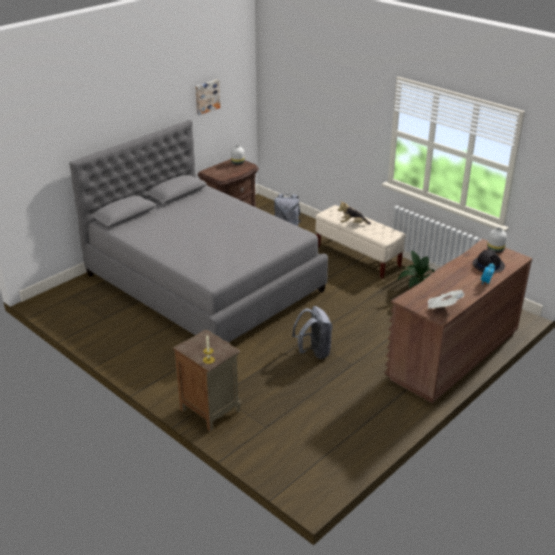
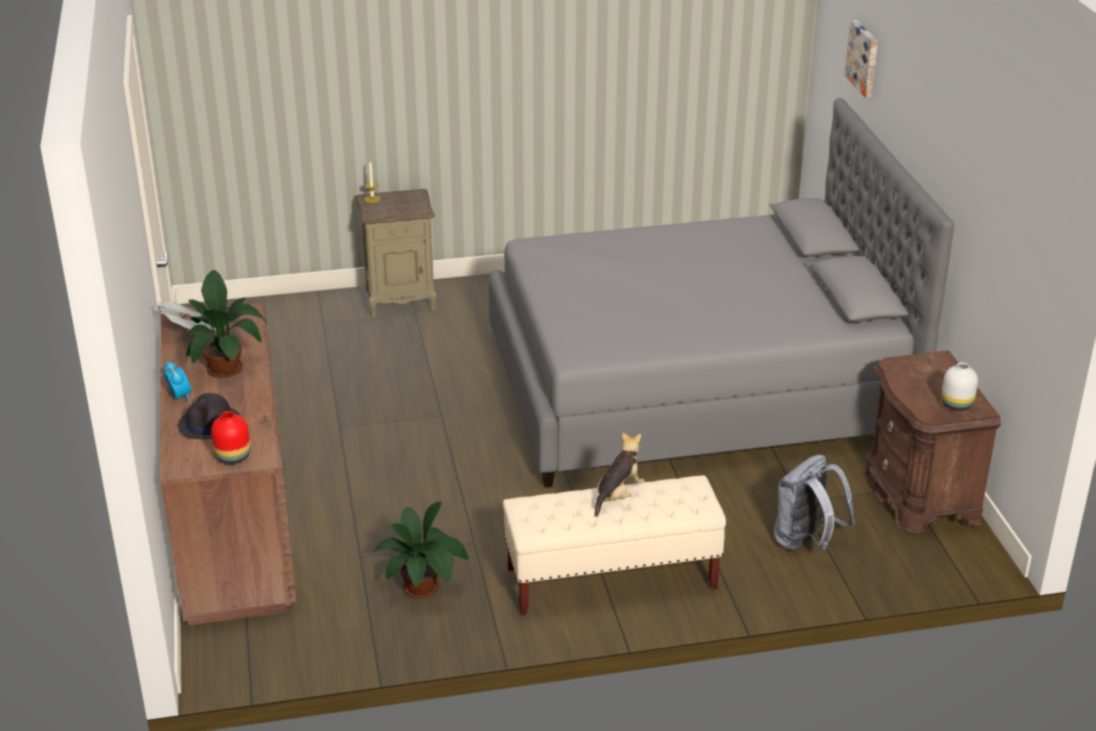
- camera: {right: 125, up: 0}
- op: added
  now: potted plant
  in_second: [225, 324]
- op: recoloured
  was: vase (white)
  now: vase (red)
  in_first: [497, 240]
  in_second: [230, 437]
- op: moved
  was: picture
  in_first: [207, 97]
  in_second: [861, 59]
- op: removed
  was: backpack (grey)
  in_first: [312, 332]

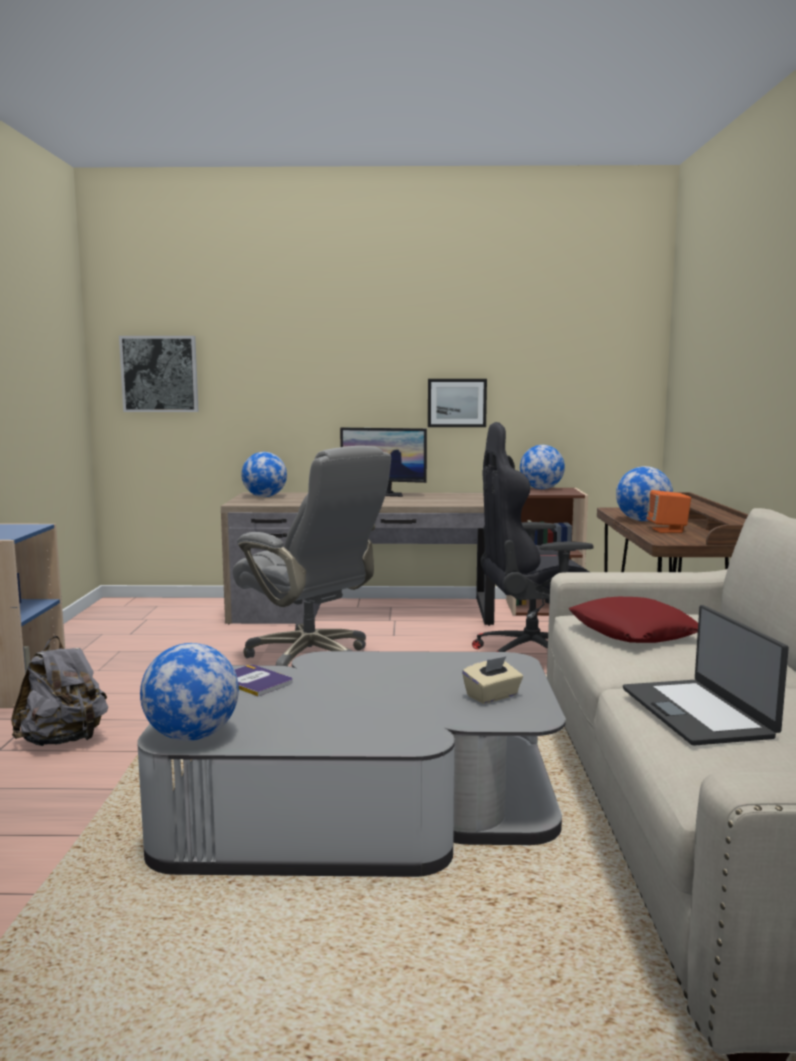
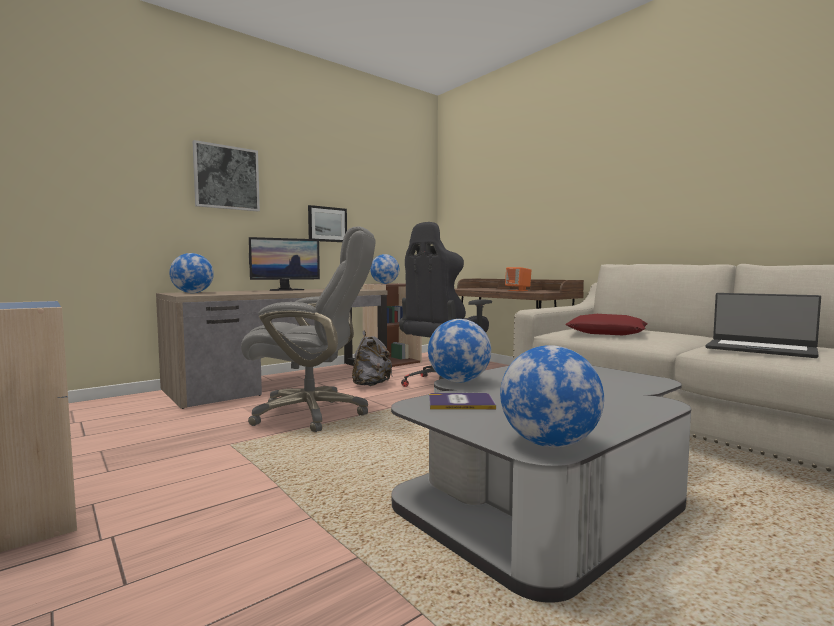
- camera: {right: -40, up: -5}
- op: moved
  was: picture
  in_first: [159, 374]
  in_second: [226, 176]
- op: moved
  was: backpack (grey)
  in_first: [59, 691]
  in_second: [372, 358]
- op: moved
  was: globe
  in_first: [644, 493]
  in_second: [459, 351]
- op: removed
  was: tissue box (beige)
  in_first: [492, 680]

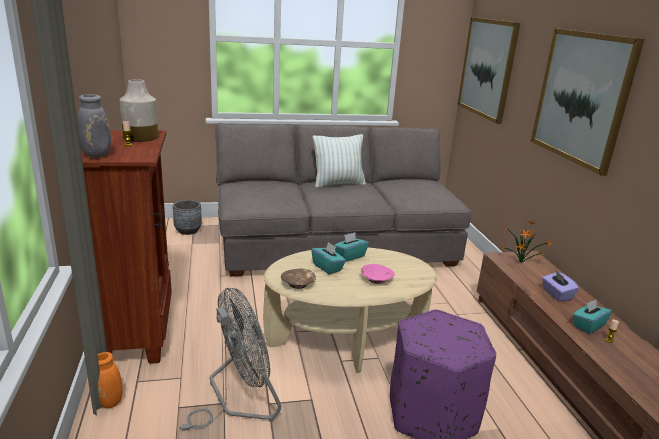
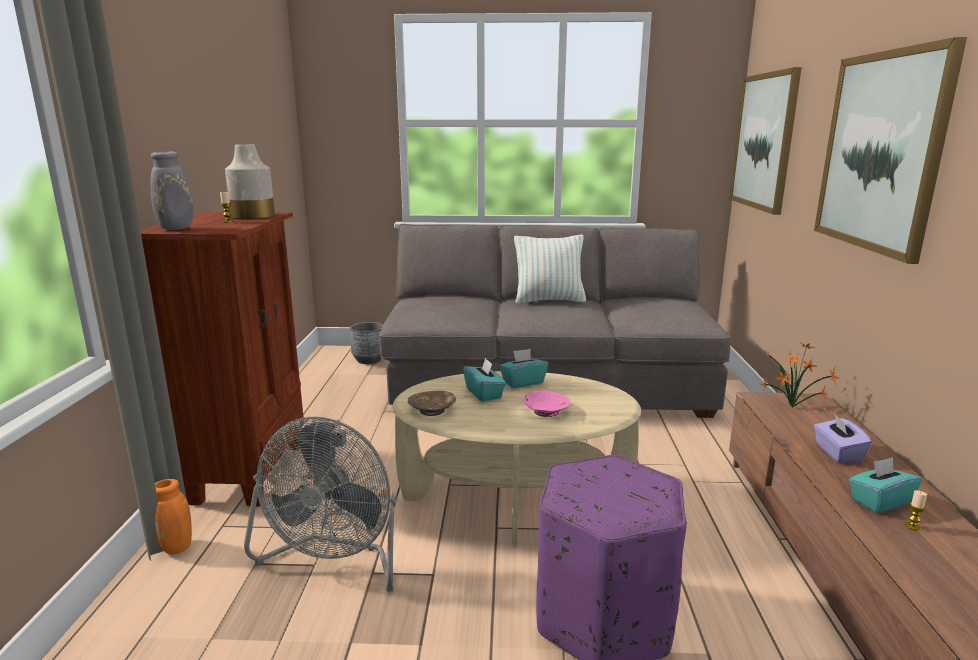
- camera: {right: 15, up: -5}
- op: turned
  was: fan (grey)
  in_first: [230, 359]
  in_second: [320, 504]
  clockwise: 120

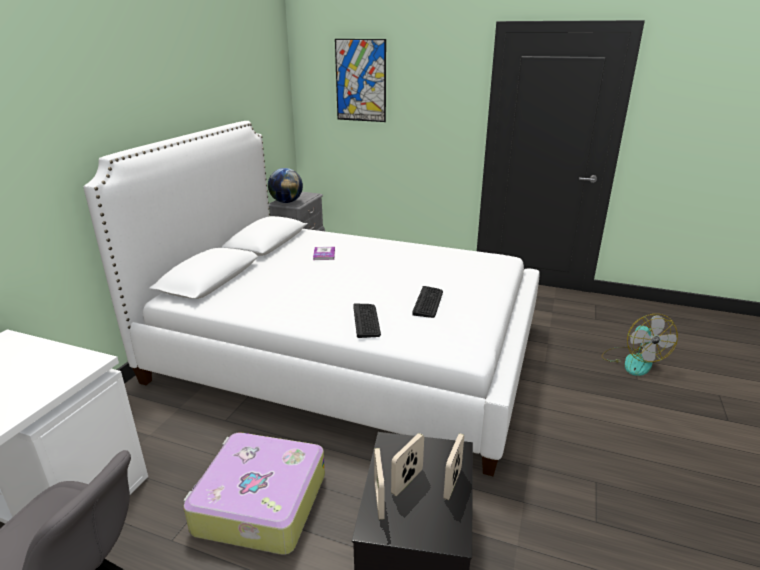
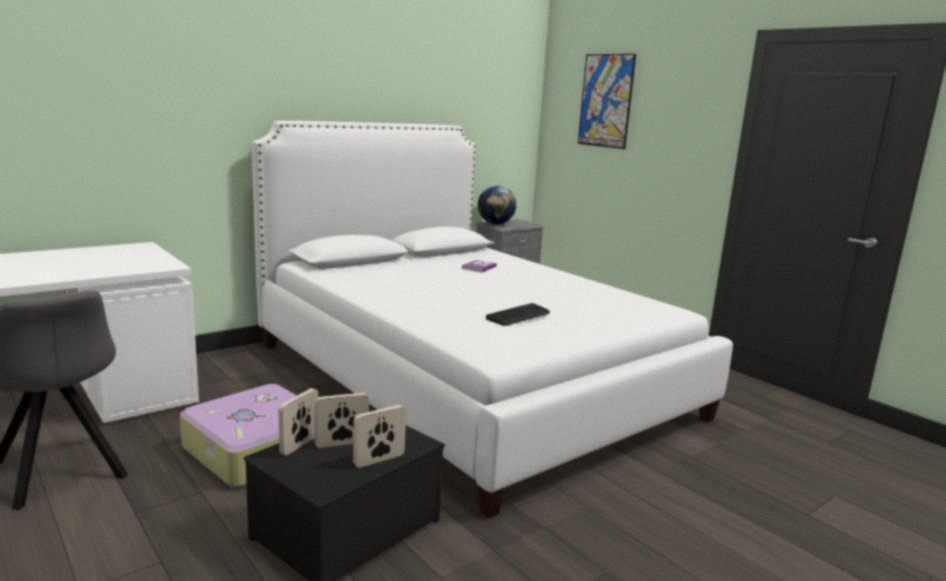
- camera: {right: 30, up: -10}
- op: removed
  was: keyboard
  in_first: [367, 321]
- op: removed
  was: fan
  in_first: [640, 345]

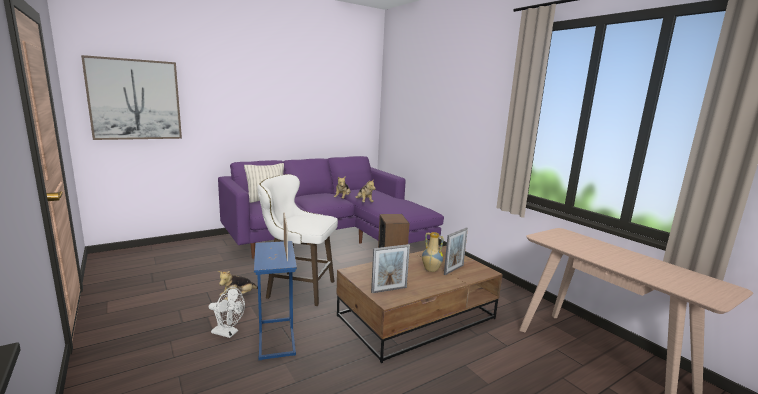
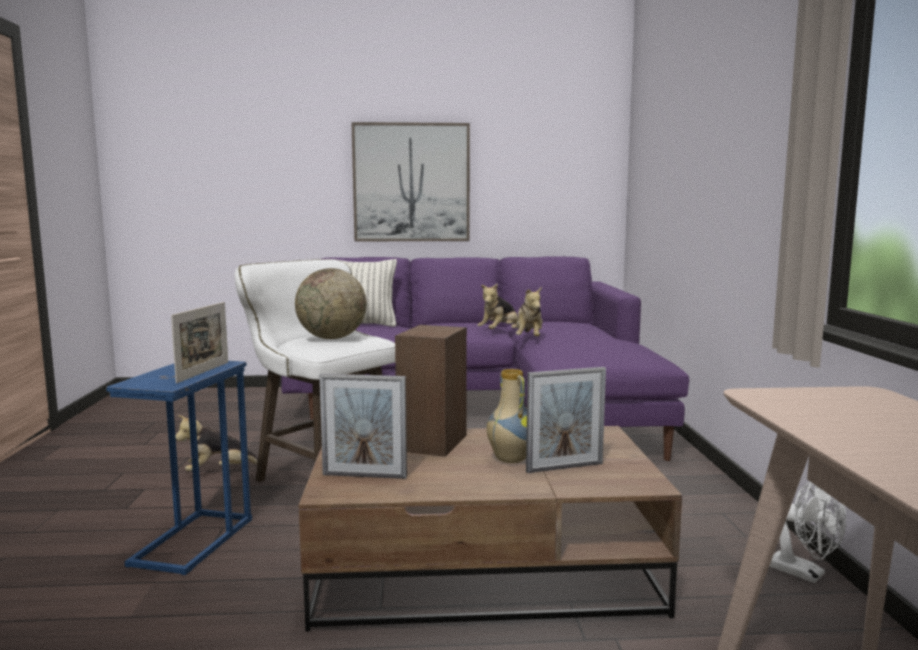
- camera: {right: 30, up: -5}
- op: added
  now: globe
  in_second: [331, 303]
- op: moved
  was: picture
  in_first: [131, 97]
  in_second: [410, 181]
- op: moved
  was: fan (white)
  in_first: [227, 312]
  in_second: [807, 532]

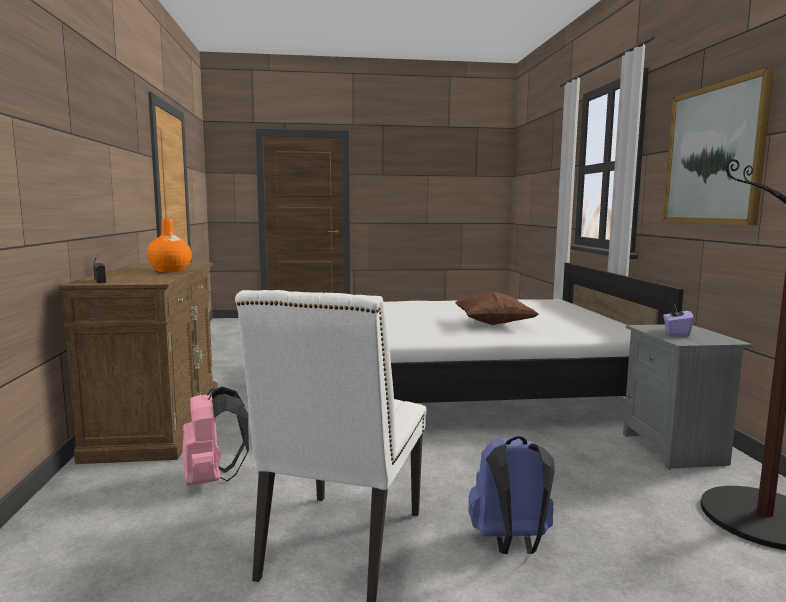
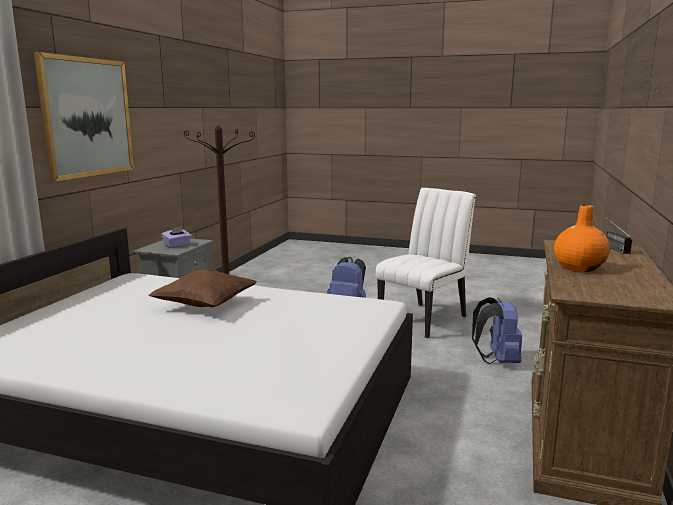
- camera: {right: -155, up: 5}
- op: recoloured
  was: backpack (pink)
  now: backpack (blue)
  in_first: [216, 436]
  in_second: [497, 330]

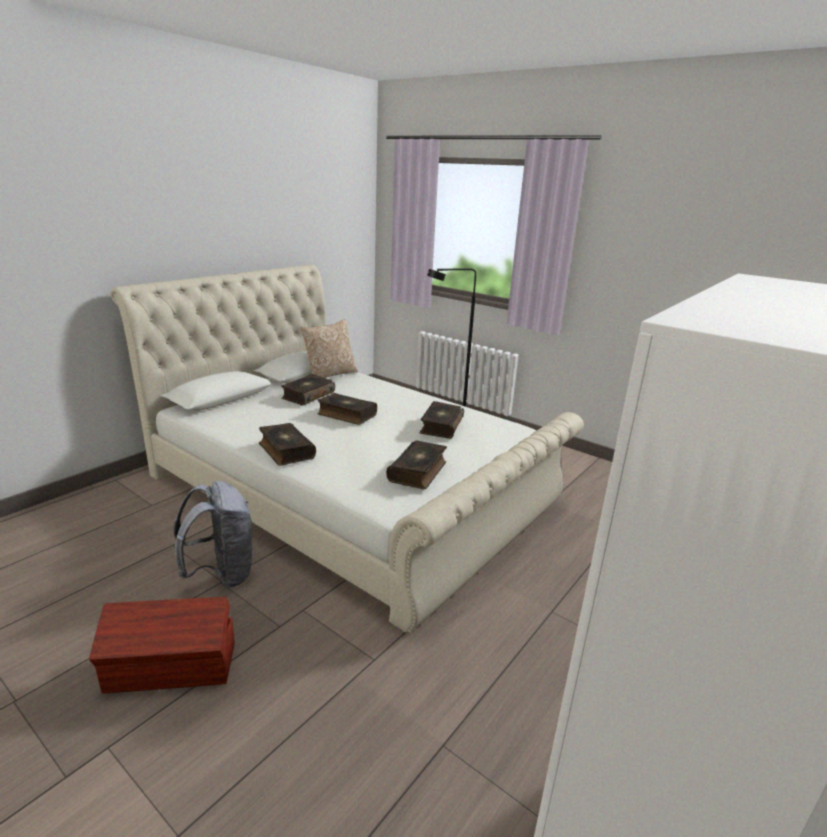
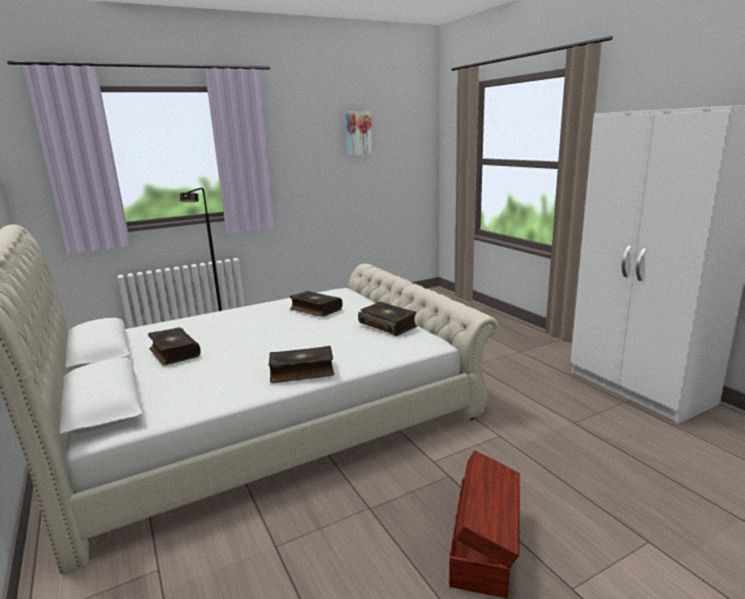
- camera: {right: -65, up: -5}
- op: added
  now: picture
  in_second: [359, 133]
- op: removed
  was: backpack (grey)
  in_first: [213, 533]
- op: removed
  was: pillow
  in_first: [329, 348]
- op: removed
  was: book
  in_first: [347, 409]

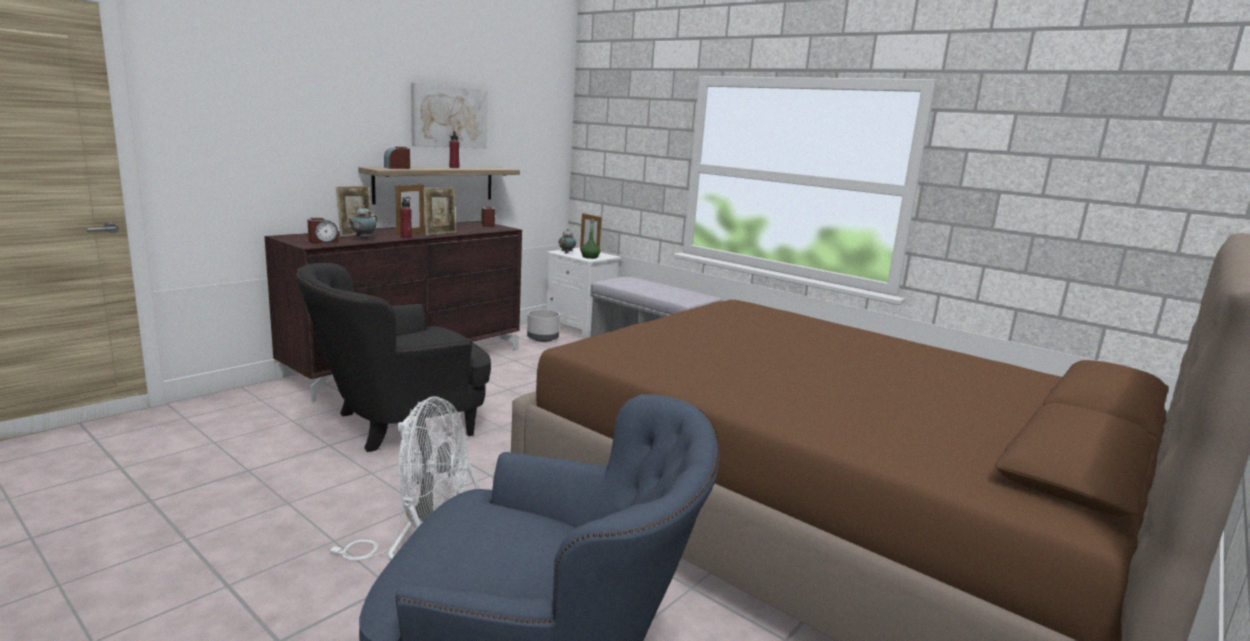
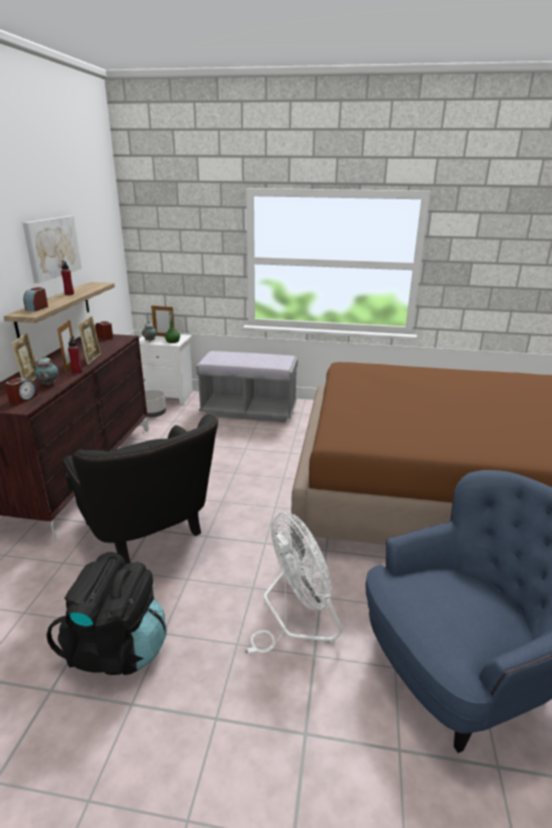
- camera: {right: -30, up: 10}
- op: added
  now: backpack (black)
  in_second: [107, 613]
- op: turned
  was: armchair (black)
  in_first: [393, 357]
  in_second: [140, 489]
  clockwise: -60

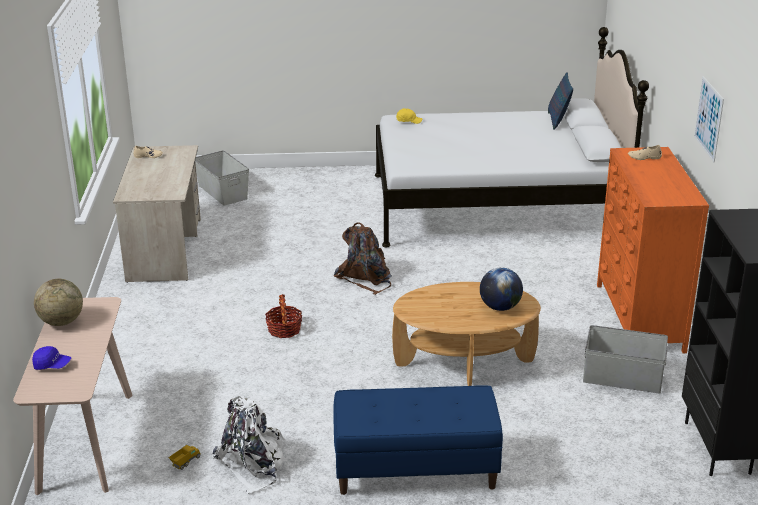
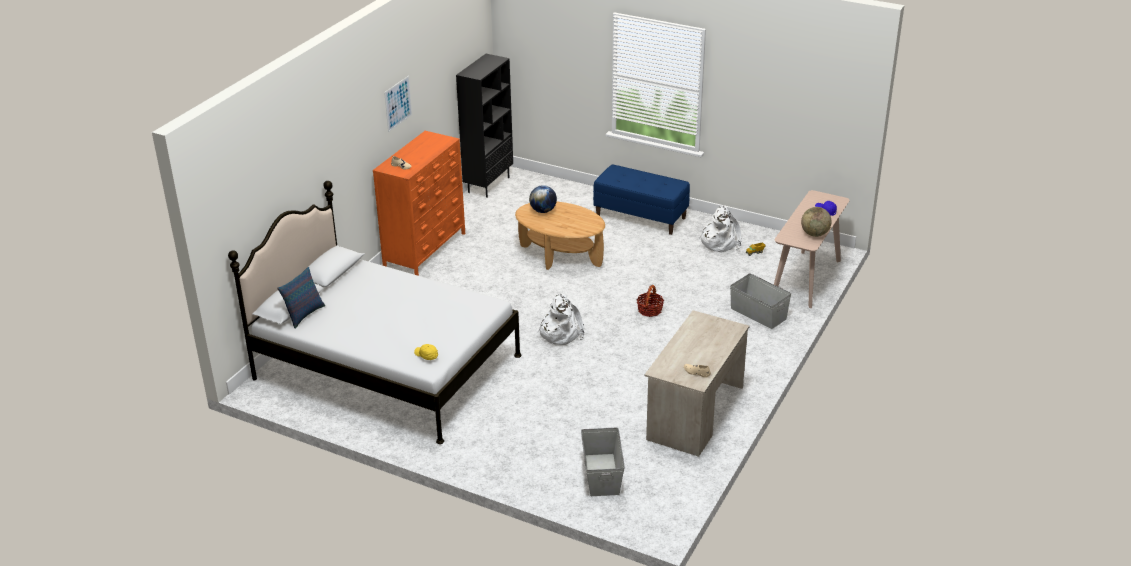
- camera: {right: -150, up: 5}
- op: recoloured
  was: backpack (brown)
  now: backpack (white)
  in_first: [363, 258]
  in_second: [561, 319]
- op: moved
  was: storage box (grey)
  in_first: [625, 359]
  in_second: [760, 301]

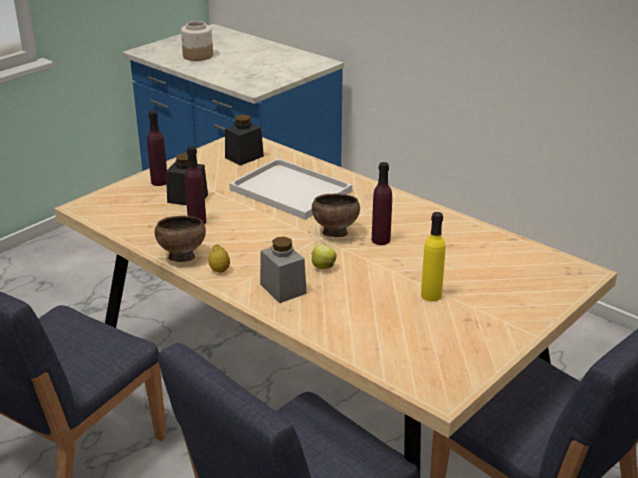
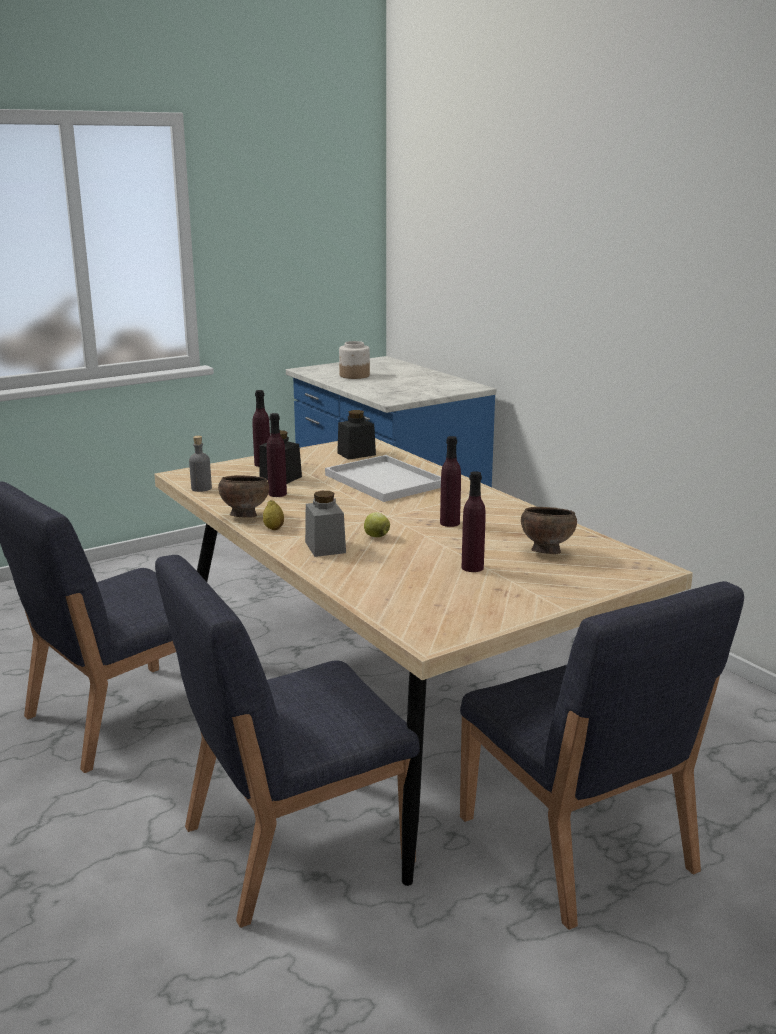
- camera: {right: 15, up: -10}
- op: added
  now: bottle (grey)
  in_second: [200, 464]
- op: recoloured
  was: bottle (yellow)
  now: bottle (purple)
  in_first: [433, 257]
  in_second: [474, 521]
- op: moved
  was: bowl (brown)
  in_first: [336, 215]
  in_second: [549, 530]

